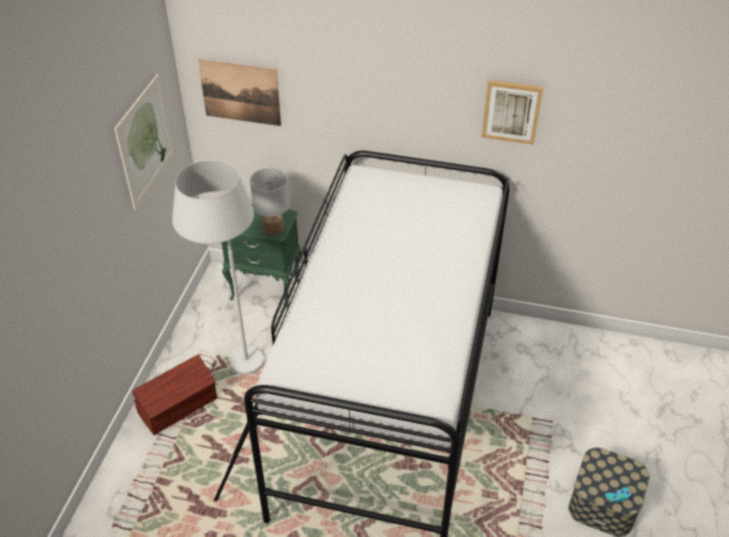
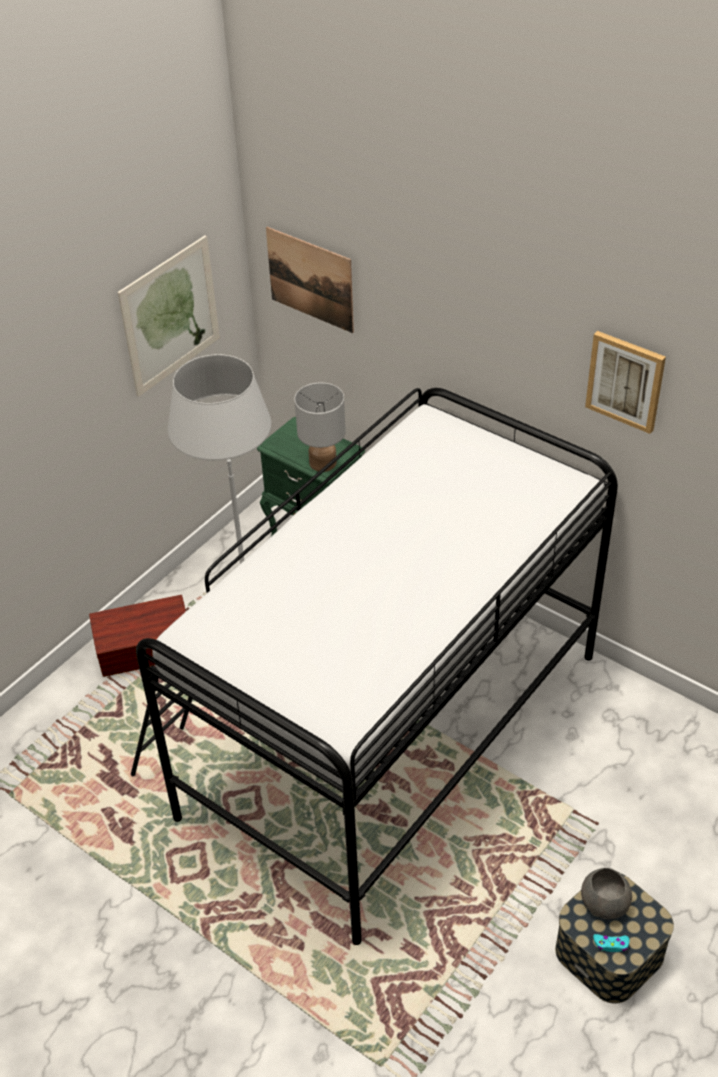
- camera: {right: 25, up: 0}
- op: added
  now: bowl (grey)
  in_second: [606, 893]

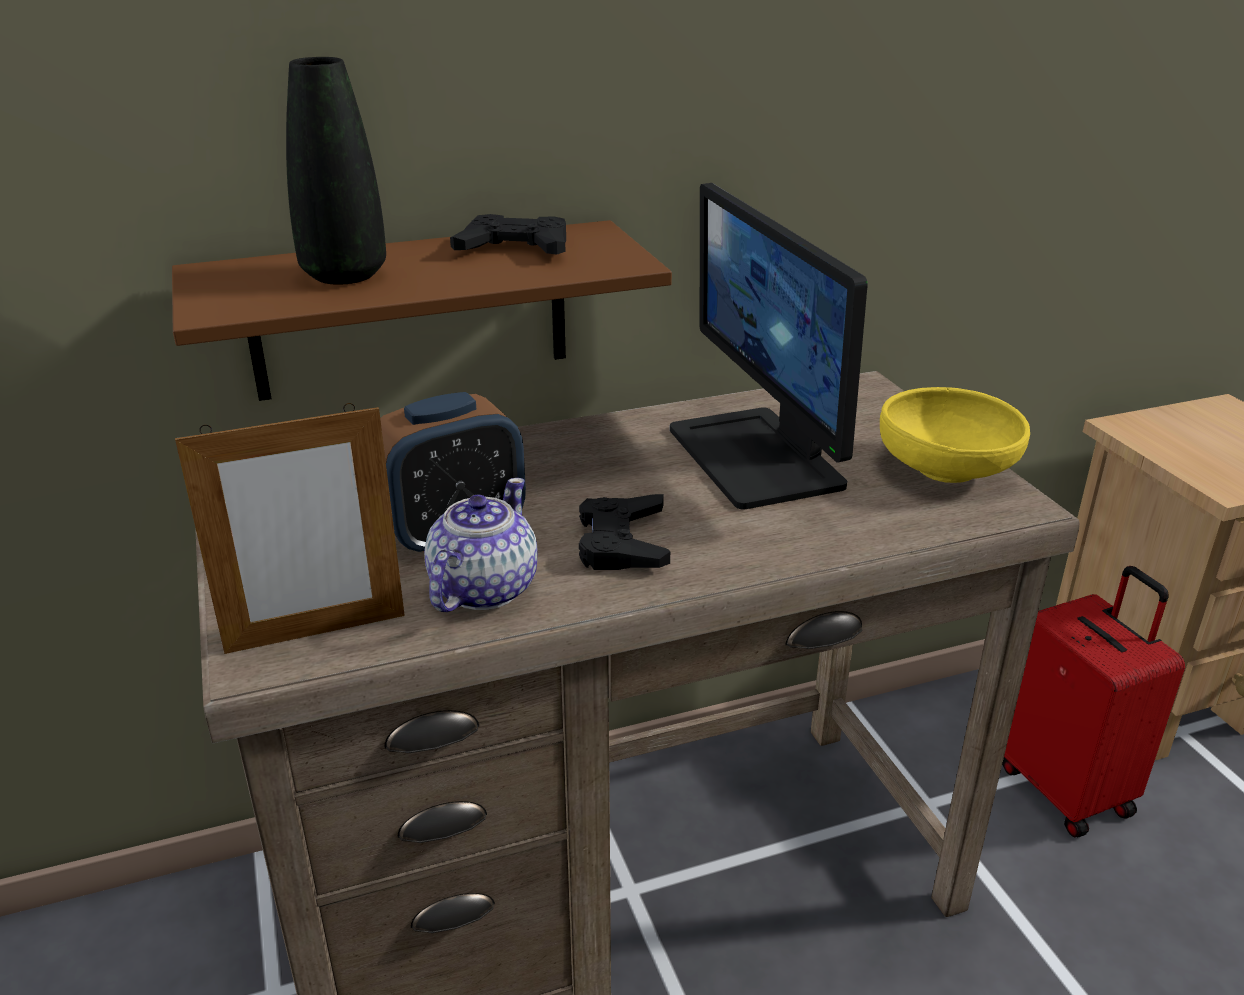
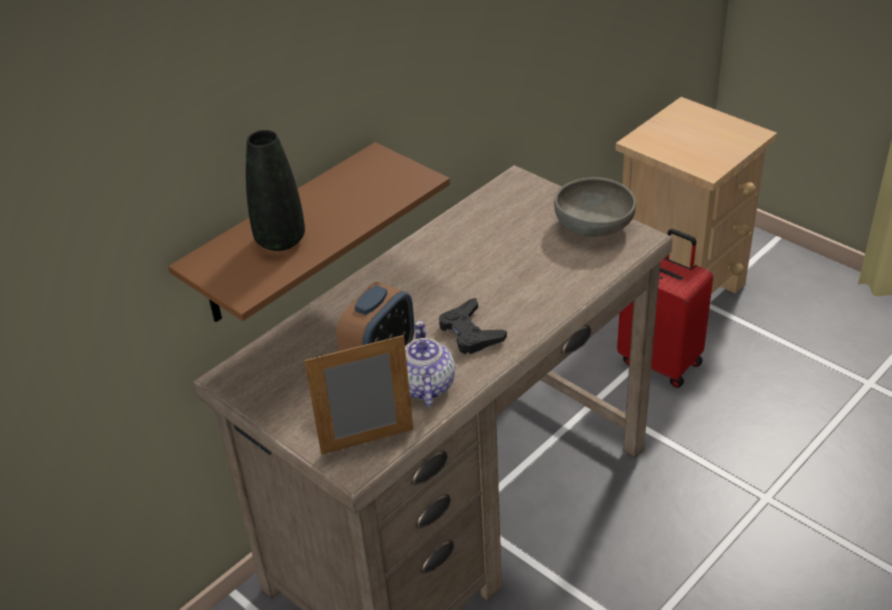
- camera: {right: -25, up: 10}
- op: turned
  was: picture frame
  in_first: [290, 528]
  in_second: [358, 395]
  clockwise: -150
- op: recoloured
  was: bowl (yellow)
  now: bowl (grey)
  in_first: [955, 435]
  in_second: [595, 206]
- op: removed
  was: game controller (black)
  in_first: [508, 234]
- op: removed
  was: monitor
  in_first: [769, 346]

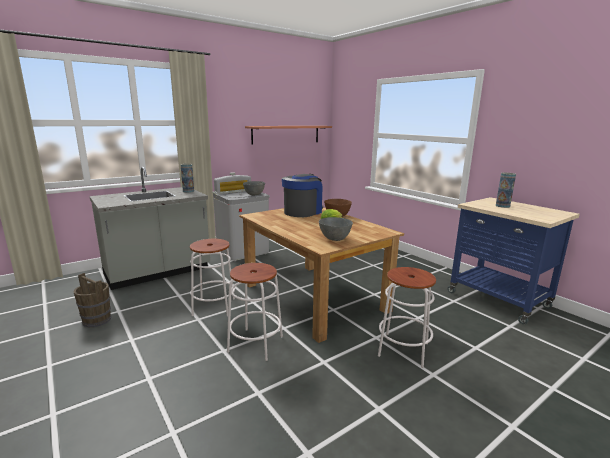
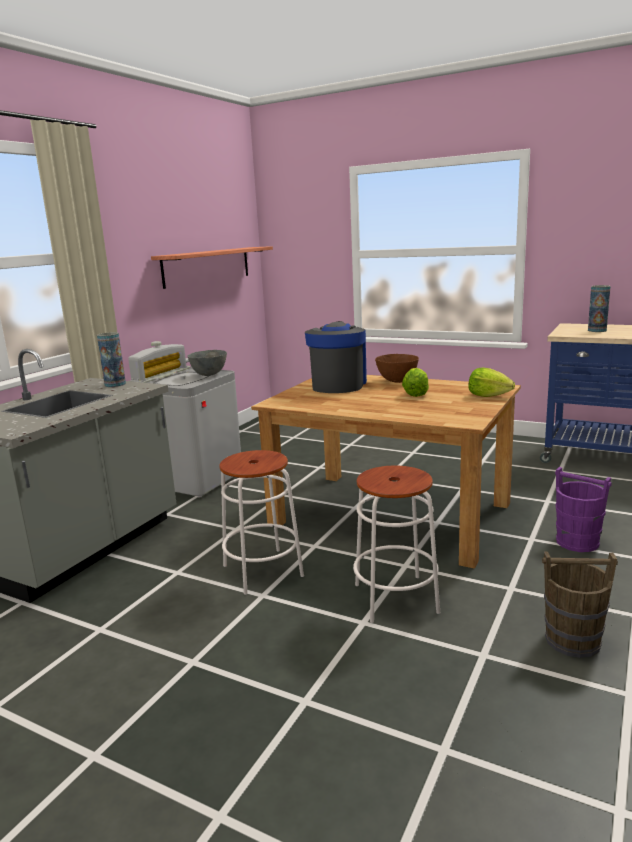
- camera: {right: -25, up: 0}
- op: added
  now: lettuce
  in_second: [491, 382]
- op: moved
  was: bucket (brown)
  in_first: [92, 300]
  in_second: [580, 604]
- op: replaced
  was: stool (white)
  now: bucket (purple)
  in_first: [407, 317]
  in_second: [583, 509]
- op: removed
  was: bowl (grey)
  in_first: [336, 229]

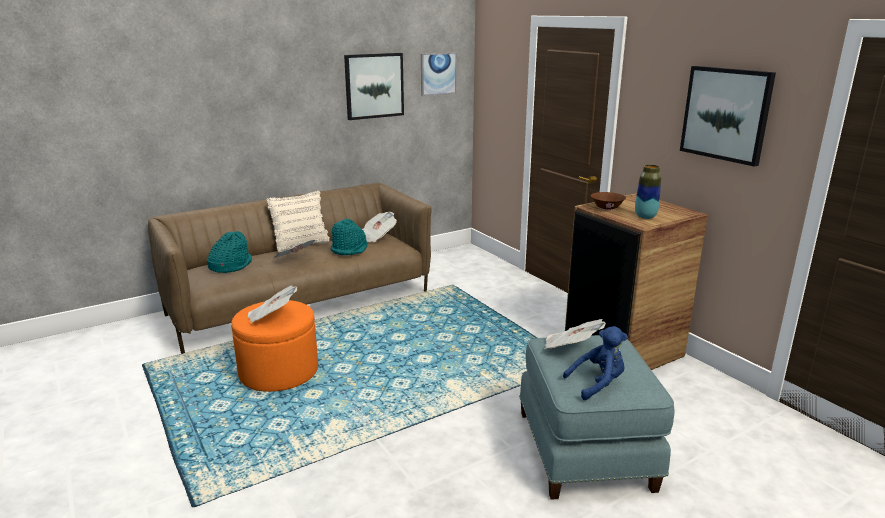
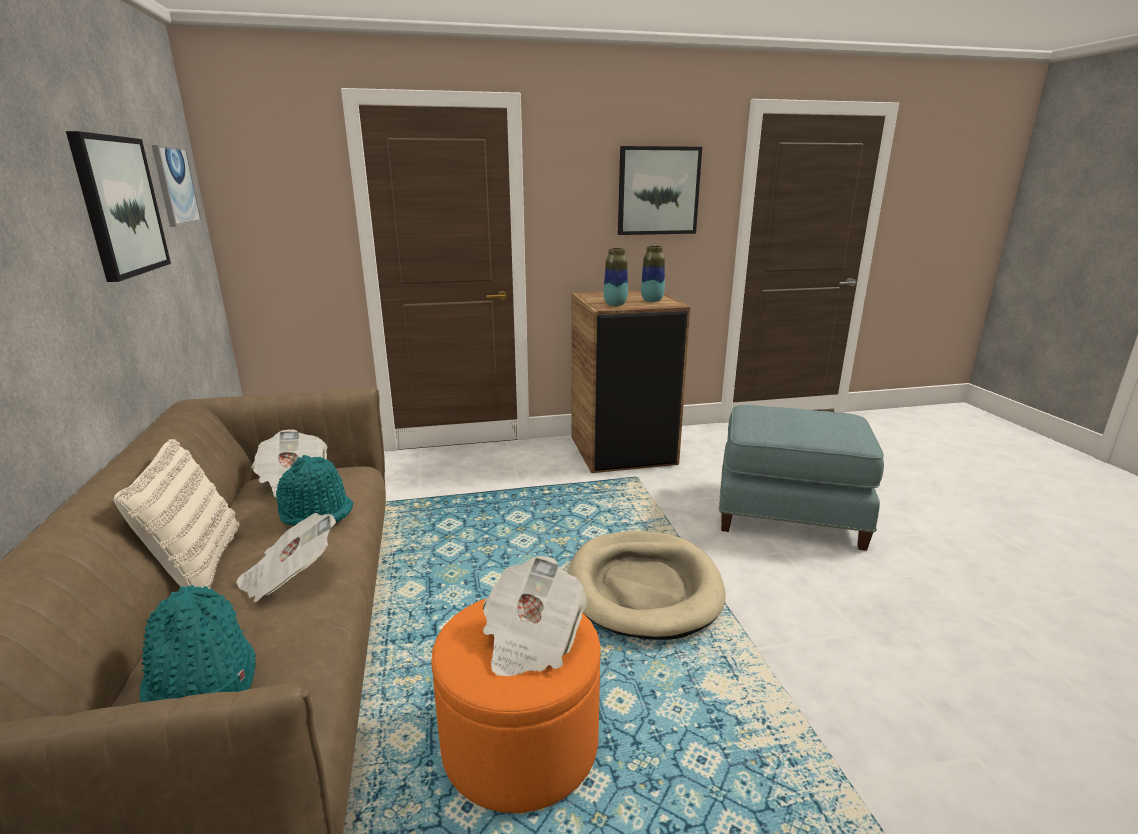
- camera: {right: -70, up: 0}
- op: added
  now: dog bed (beige)
  in_second: [647, 585]
- op: replaced
  was: bowl (brown)
  now: vase
  in_first: [608, 201]
  in_second: [616, 277]
- op: removed
  was: newspaper
  in_first: [575, 334]
- op: removed
  was: plush toy (blue)
  in_first: [595, 363]

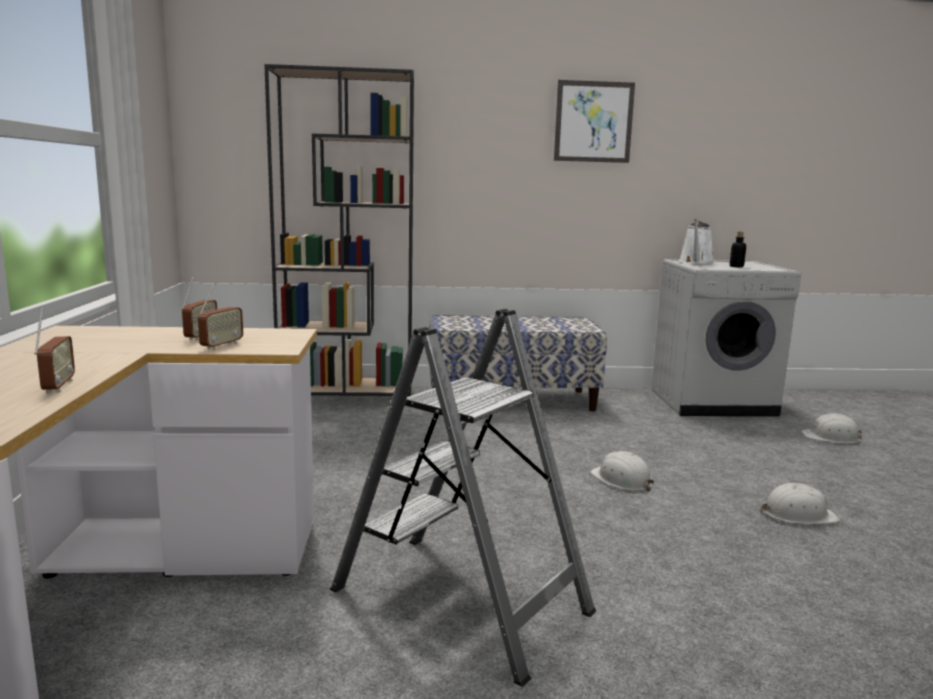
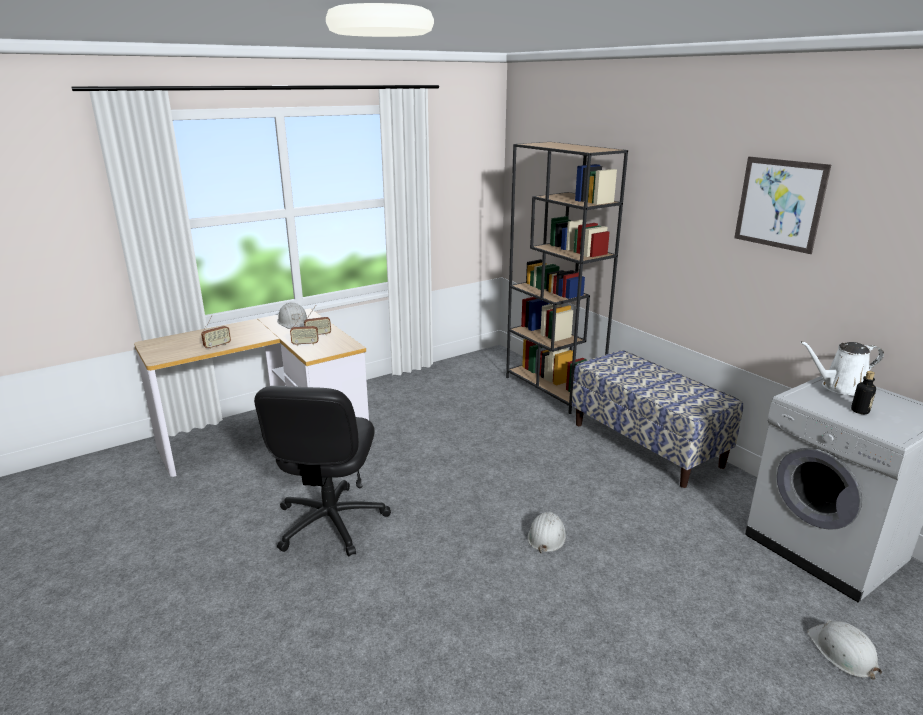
- camera: {right: 60, up: 10}
- op: replaced
  was: step ladder (grey)
  now: office chair (black)
  in_first: [463, 498]
  in_second: [322, 471]
- op: moved
  was: hard hat (white)
  in_first: [800, 503]
  in_second: [292, 315]

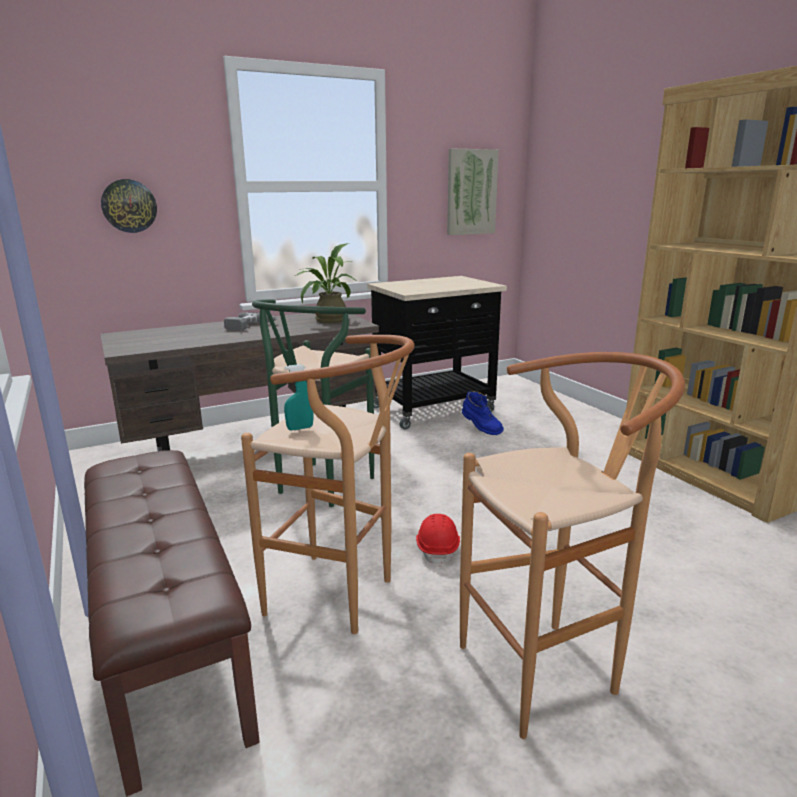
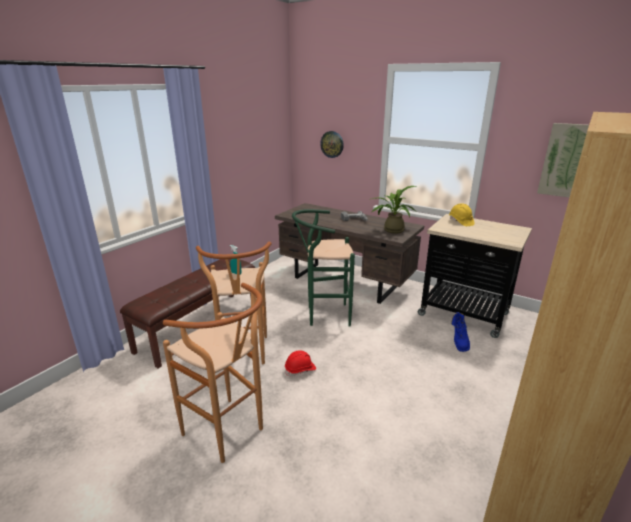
- camera: {right: 60, up: 5}
- op: added
  now: hard hat (yellow)
  in_second: [462, 214]

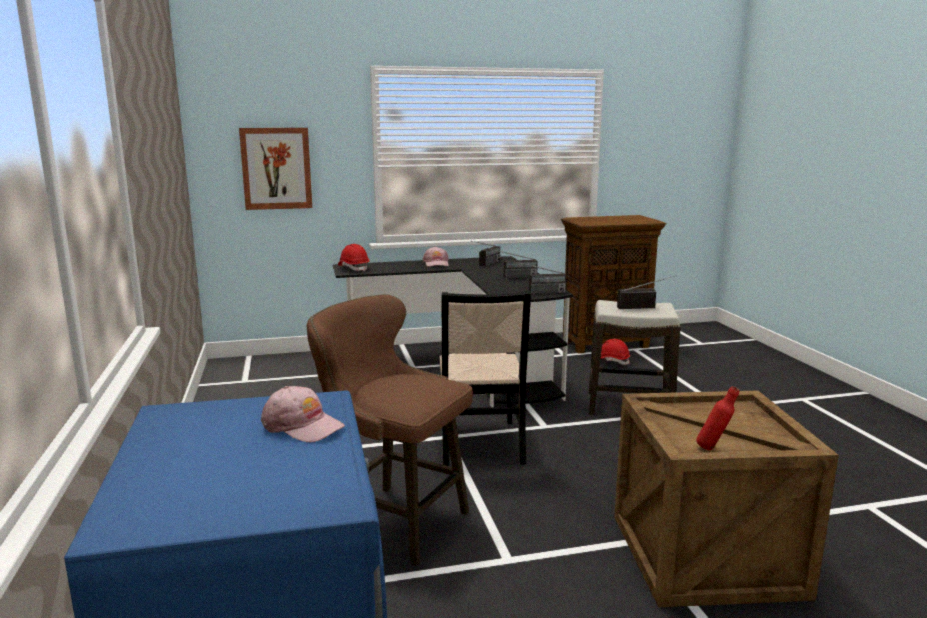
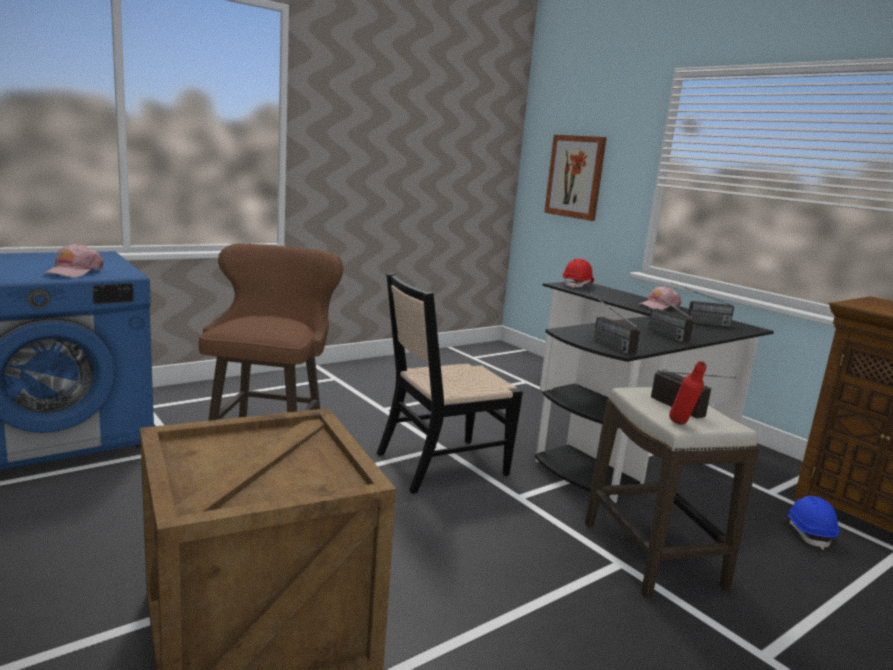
- camera: {right: 65, up: 0}
- op: moved
  was: bottle (red)
  in_first: [717, 418]
  in_second: [687, 393]
- op: recoloured
  was: hard hat (red)
  now: hard hat (blue)
  in_first: [615, 352]
  in_second: [812, 523]

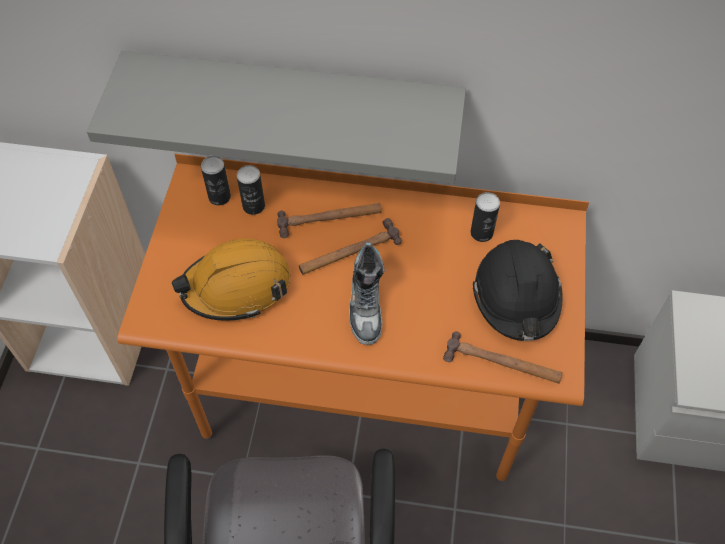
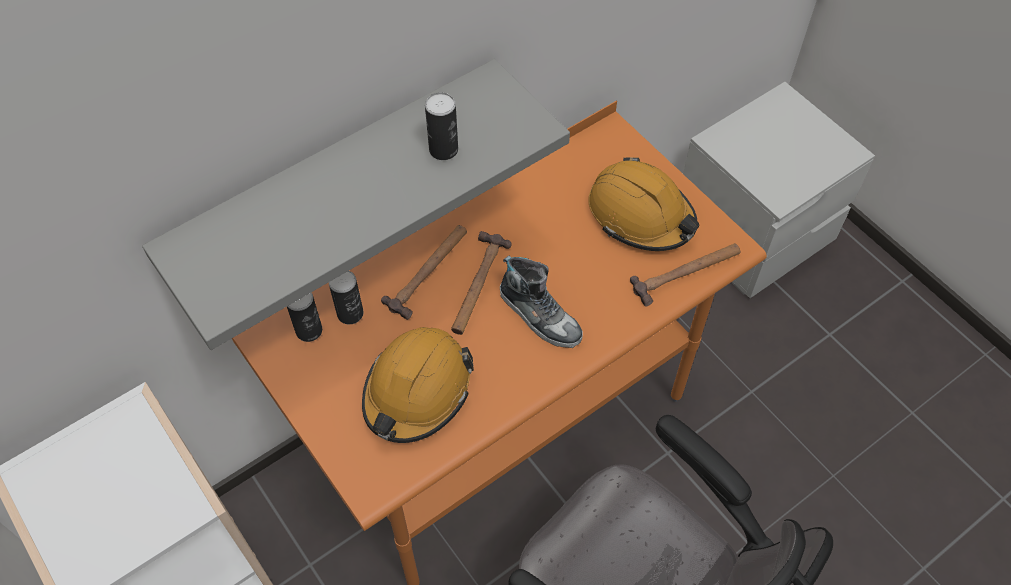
- camera: {right: -45, up: 0}
- op: moved
  was: can
  in_first: [485, 217]
  in_second: [441, 126]
- op: recoloured
  was: hard hat (black)
  now: hard hat (orange)
  in_first: [518, 290]
  in_second: [644, 204]

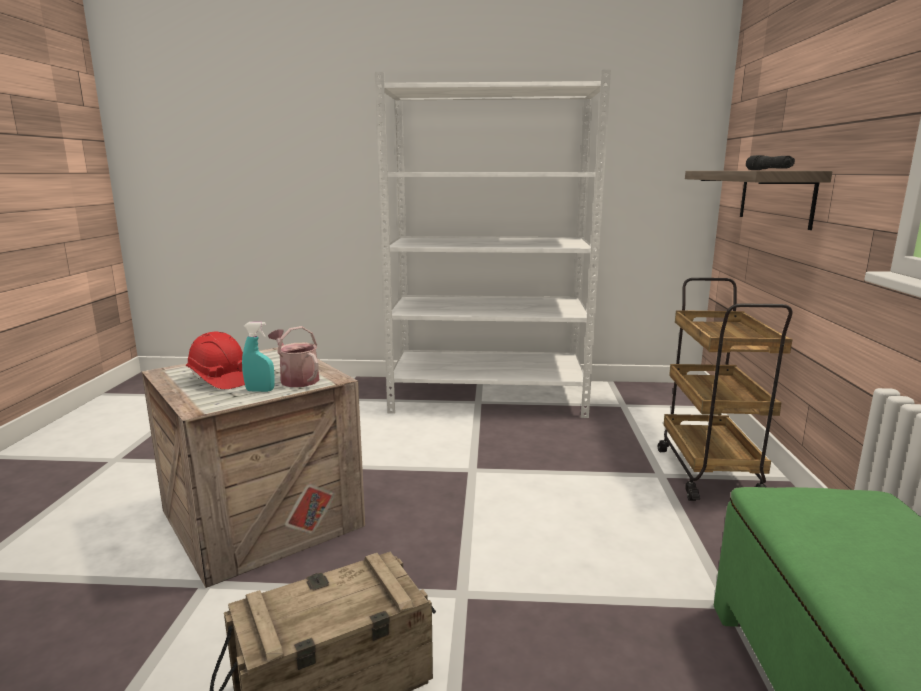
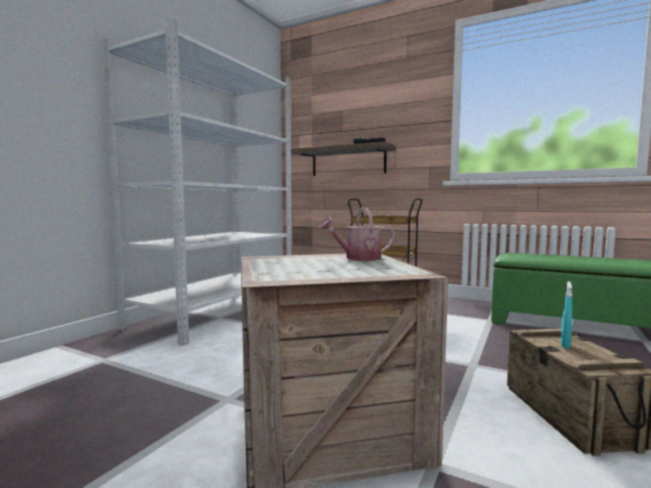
- camera: {right: -65, up: -10}
- op: moved
  was: spray bottle (turquoise)
  in_first: [258, 357]
  in_second: [566, 314]
- op: removed
  was: hard hat (red)
  in_first: [215, 360]

